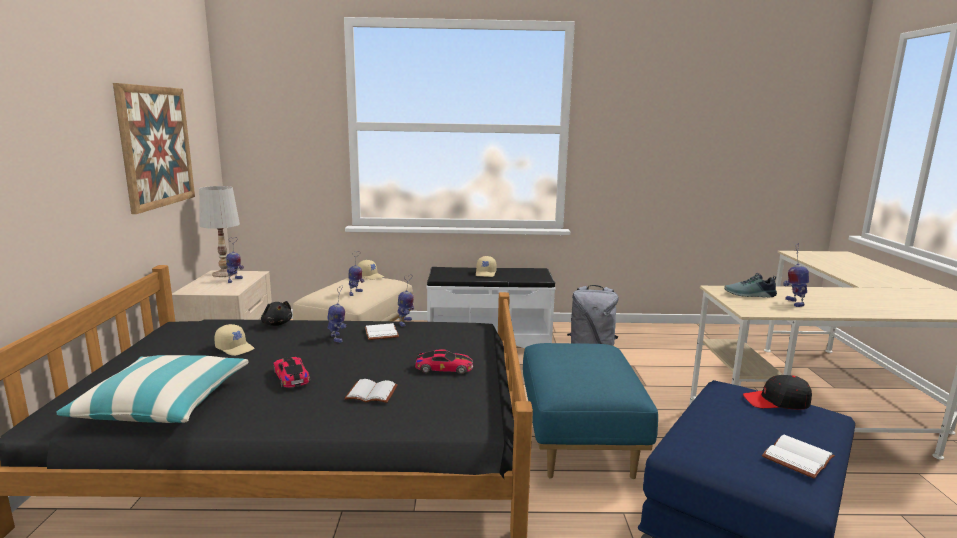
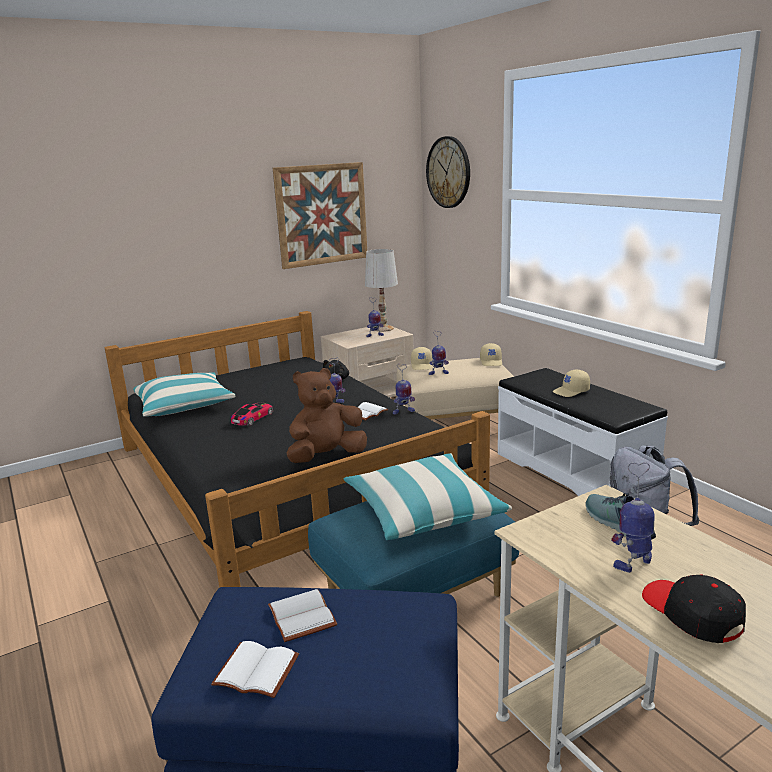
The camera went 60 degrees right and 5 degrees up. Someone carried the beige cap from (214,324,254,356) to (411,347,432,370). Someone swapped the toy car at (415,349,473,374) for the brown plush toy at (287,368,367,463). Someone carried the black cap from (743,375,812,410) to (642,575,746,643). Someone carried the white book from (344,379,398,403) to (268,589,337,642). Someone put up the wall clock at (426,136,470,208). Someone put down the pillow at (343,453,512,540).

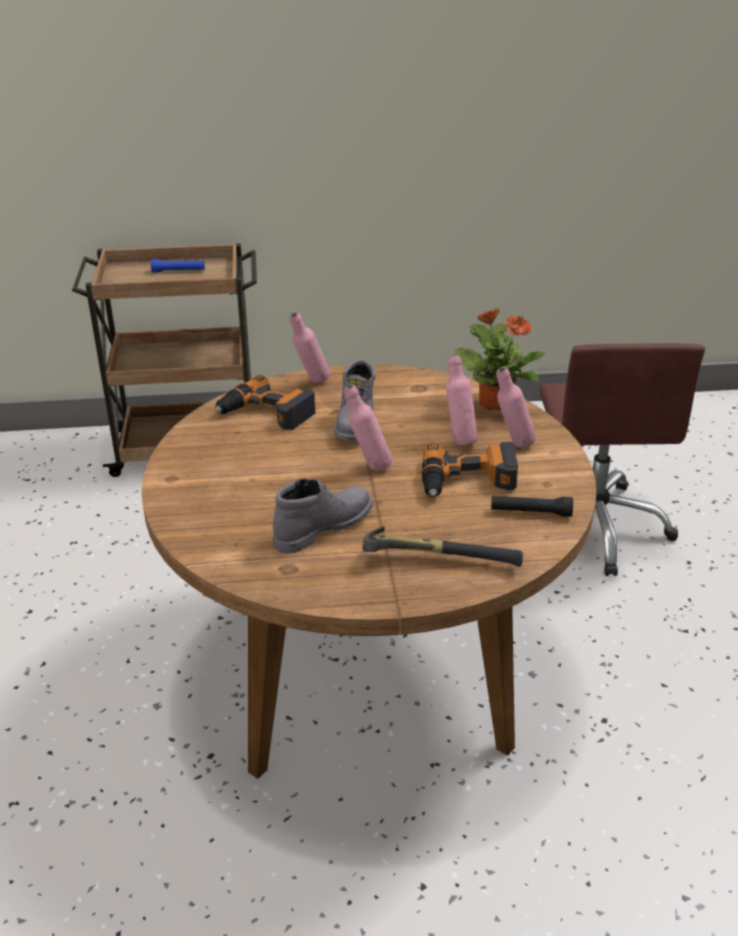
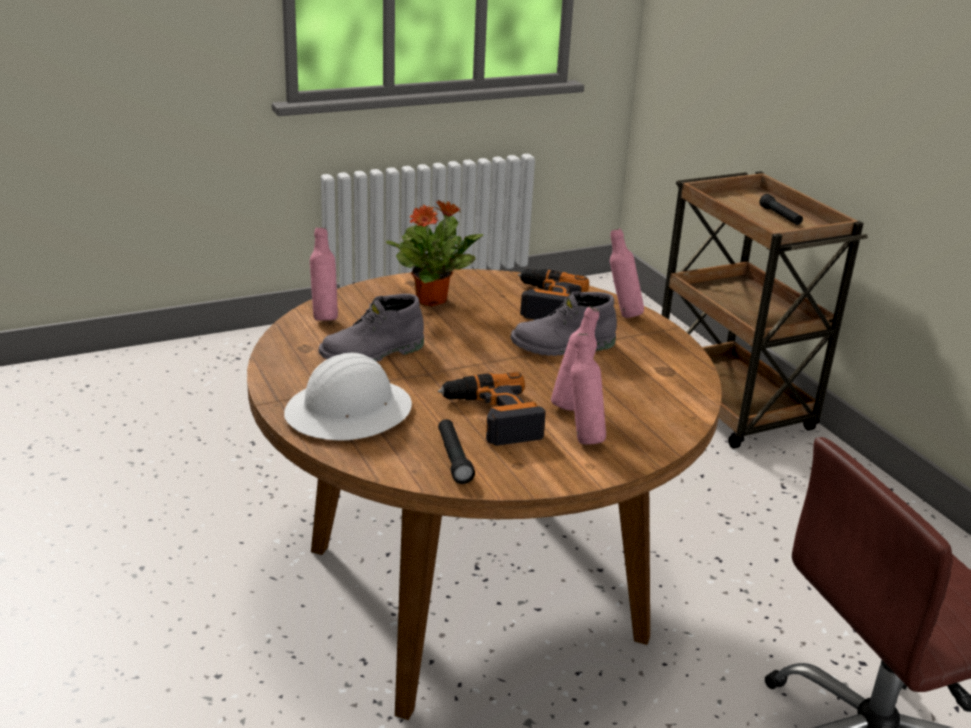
The camera went 70 degrees right and 5 degrees down. Someone repainted the blue flashlight at (151,259,205,272), which became the black flashlight at (760,194,803,225). Someone carried the potted plant from (454,308,546,410) to (386,200,483,307). Someone carried the pink bottle from (344,384,392,471) to (310,227,338,321). Someone rotated the grey boot at (273,478,373,554) by 120 degrees clockwise. Someone swapped the hammer at (362,526,523,567) for the white hard hat at (284,353,412,440).

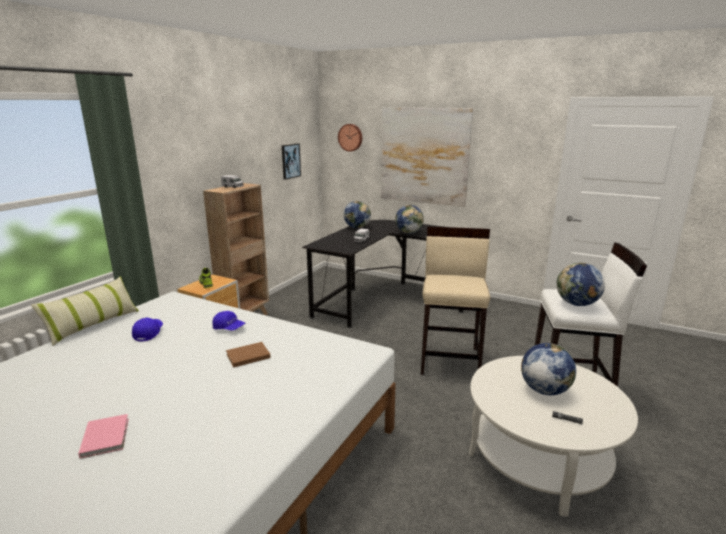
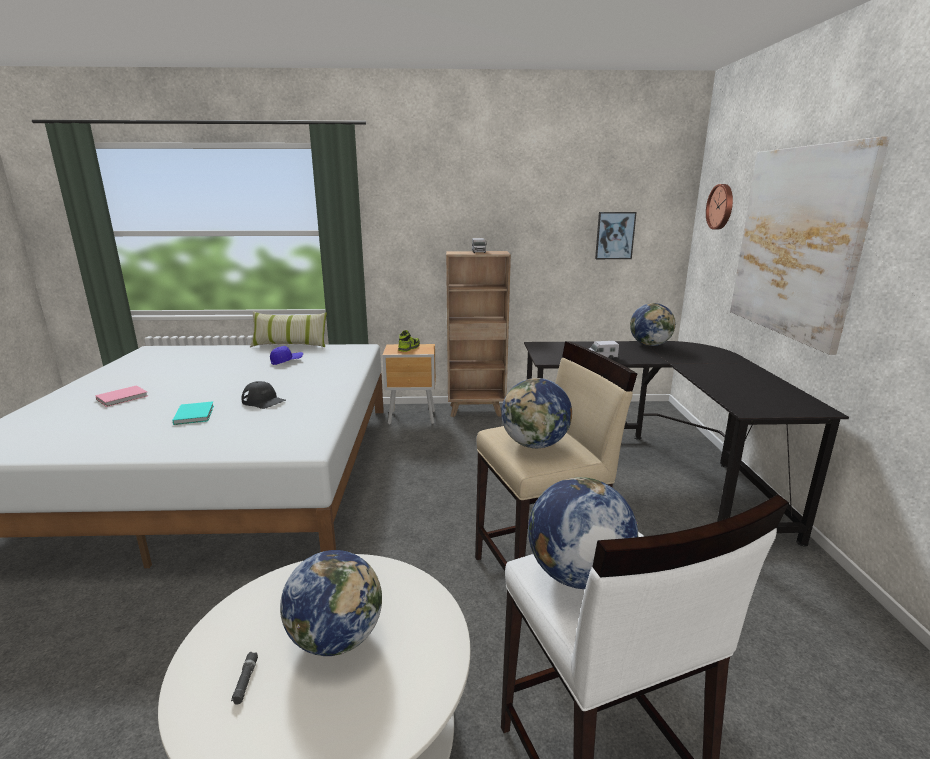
The camera went 60 degrees right and 0 degrees up. Someone carried the globe from (395,205,424,233) to (501,378,572,448). Someone took away the blue cap at (212,311,245,330). Someone swapped the brown book at (226,342,271,368) for the black cap at (242,381,286,409). Someone put down the turquoise book at (172,401,214,425).

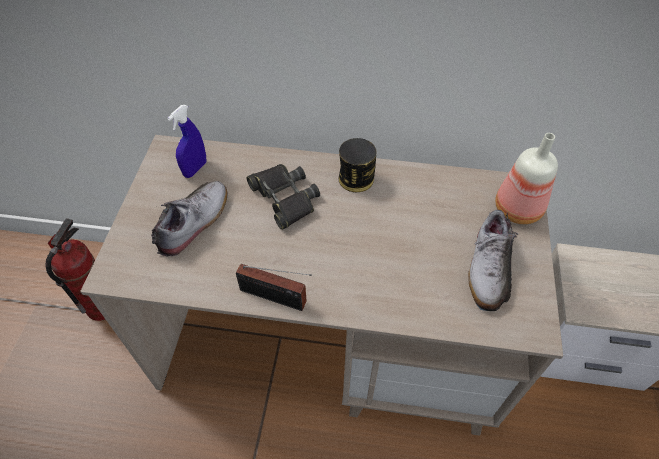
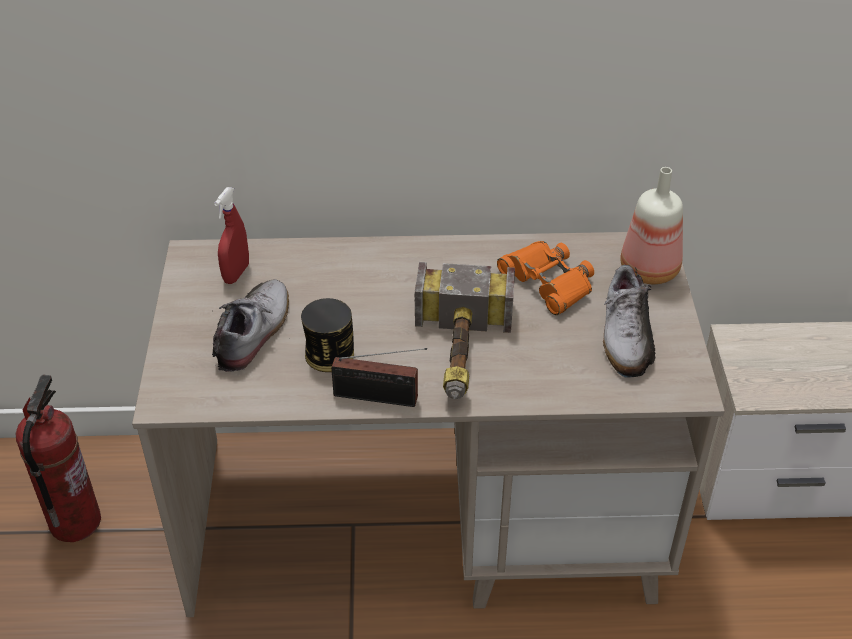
The camera went 10 degrees left and 10 degrees down. Someone repainted the blue spray bottle at (167,105,206,178), which became the red spray bottle at (214,187,249,284). Someone carried the can from (339,138,377,192) to (301,298,354,372). Someone took away the black binoculars at (247,164,320,230). Someone put down the orange binoculars at (497,241,594,315). Someone put down the hammer at (415,262,515,399).

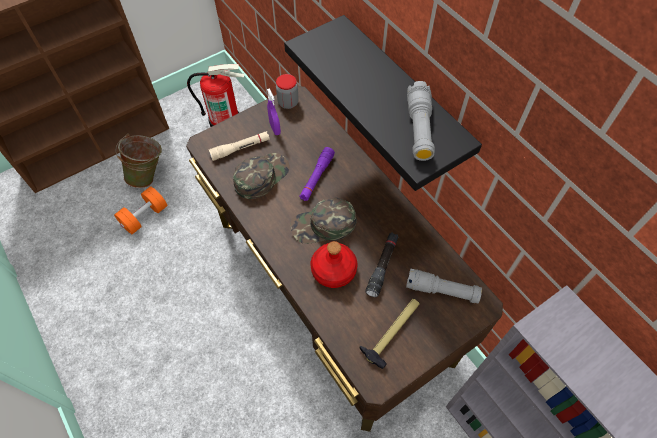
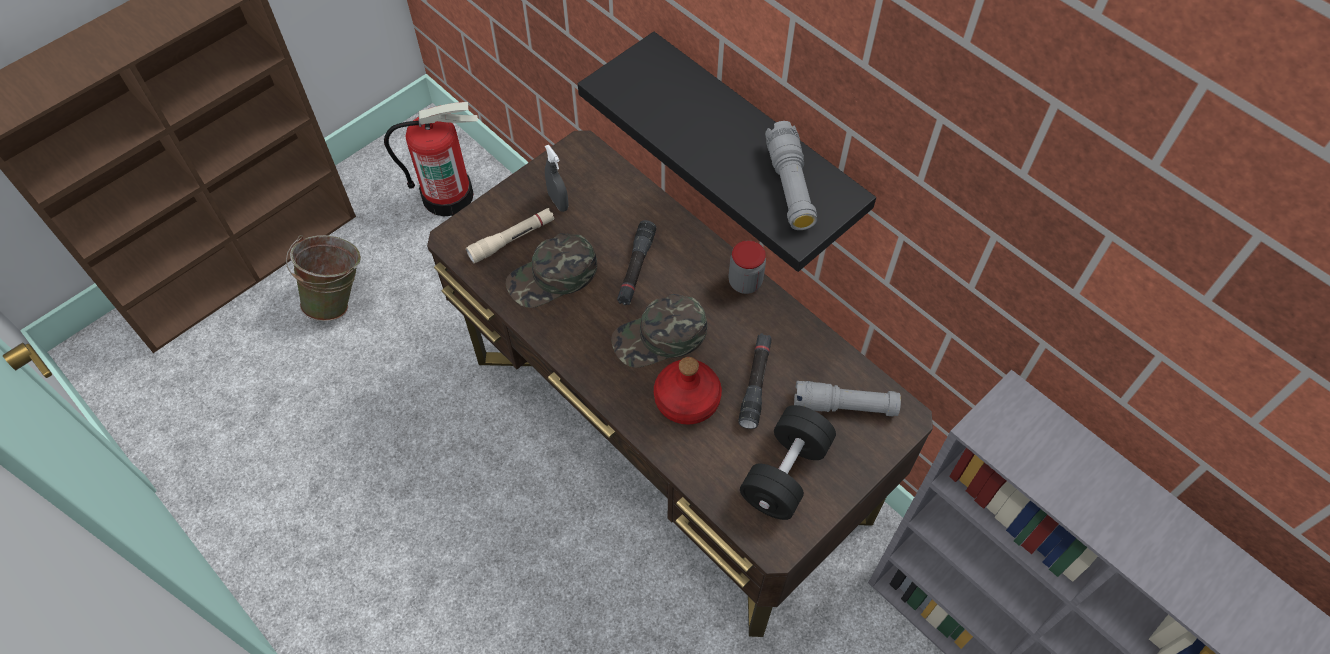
The camera went 10 degrees left and 0 degrees up. Someone carried the jar from (276,74,299,109) to (728,240,766,294). Someone repainted the purple spray bottle at (267,88,281,135), which became the grey spray bottle at (545,145,569,212). Someone repainted the purple flashlight at (299,147,335,201), which became the black flashlight at (617,220,656,305). Someone rotated the green cap at (233,153,290,199) by 150 degrees counterclockwise. Someone took away the orange dumbbell at (114,186,167,234). Someone swapped the hammer at (359,299,420,369) for the black dumbbell at (740,405,836,520).

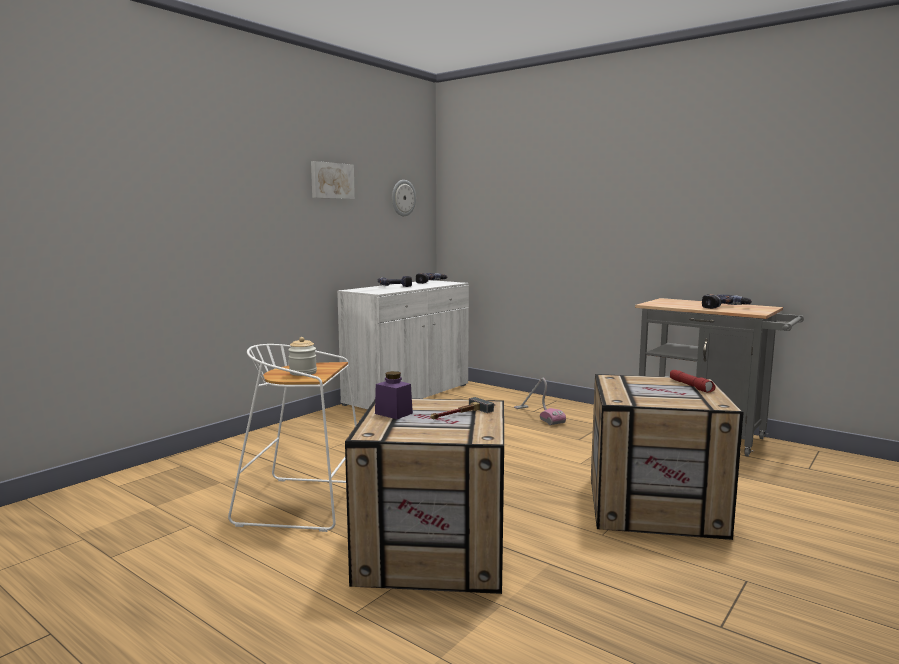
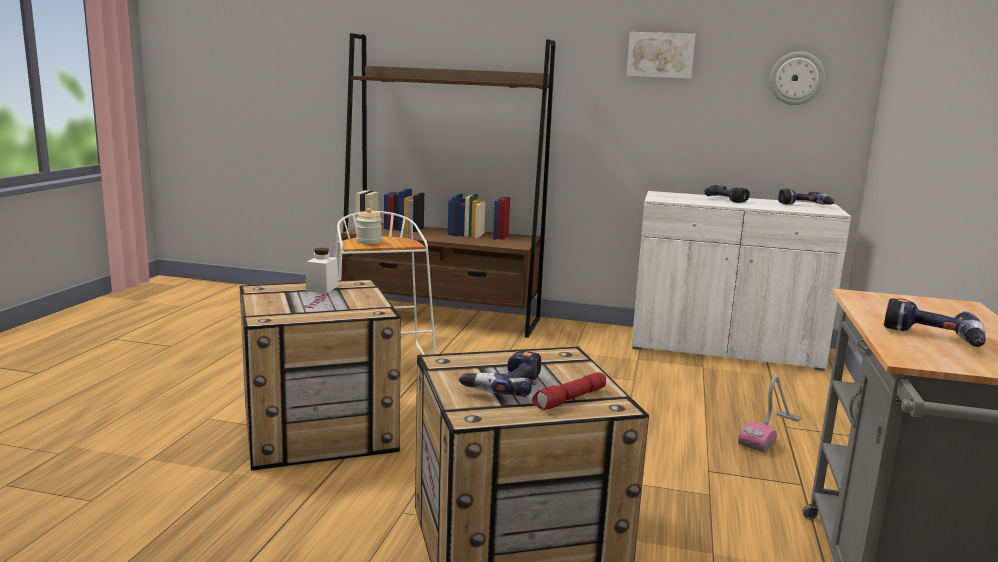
The camera went 65 degrees right and 5 degrees up. Someone repainted the purple jar at (375,371,413,419), which became the white jar at (306,248,339,293). Someone took away the hammer at (430,397,494,419). Someone put down the brown bookcase at (341,33,556,338). Someone put down the power drill at (459,351,541,396).

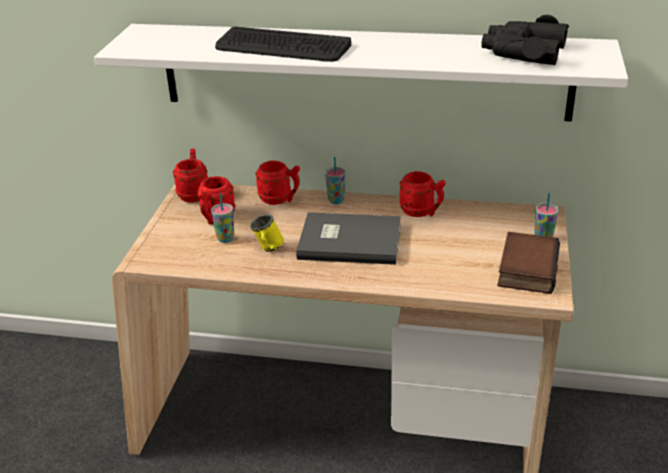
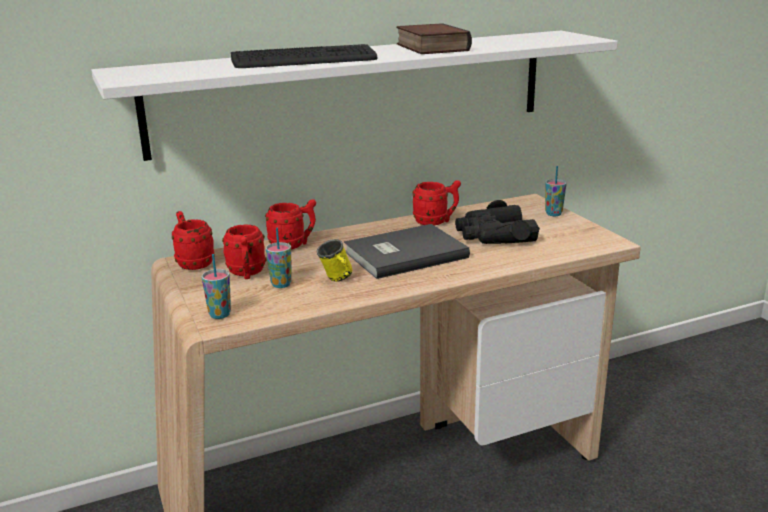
The camera went 35 degrees left and 10 degrees down. Someone carried the black binoculars from (481,15,569,65) to (455,200,540,244). Someone carried the cup from (325,157,346,204) to (201,254,231,319). Someone carried the book from (497,232,560,294) to (397,23,472,54).

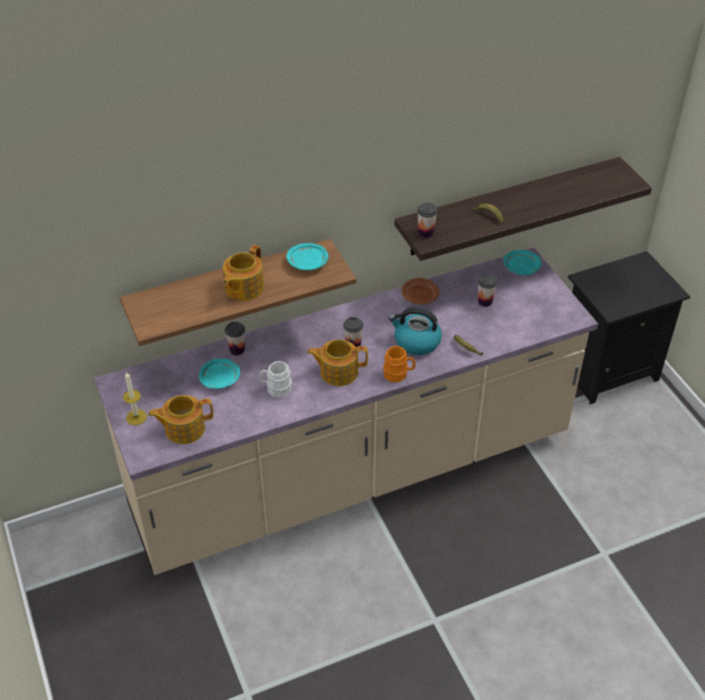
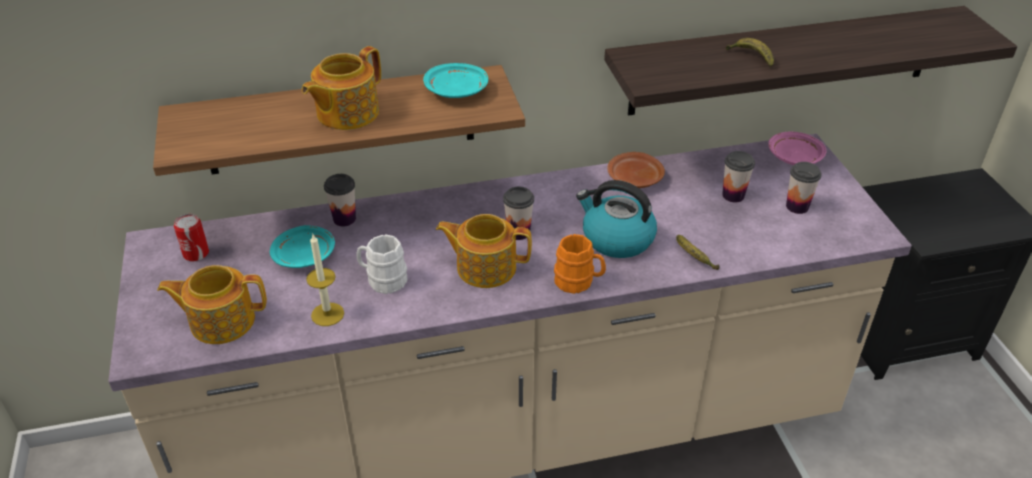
The camera went 10 degrees right and 5 degrees down. Someone carried the cup from (417,203,438,238) to (786,162,822,214). Someone repainted the turquoise plate at (503,250,541,275), which became the pink plate at (768,132,827,165). Someone carried the candle from (123,372,147,425) to (306,234,344,326). Someone put down the can at (174,214,209,261).

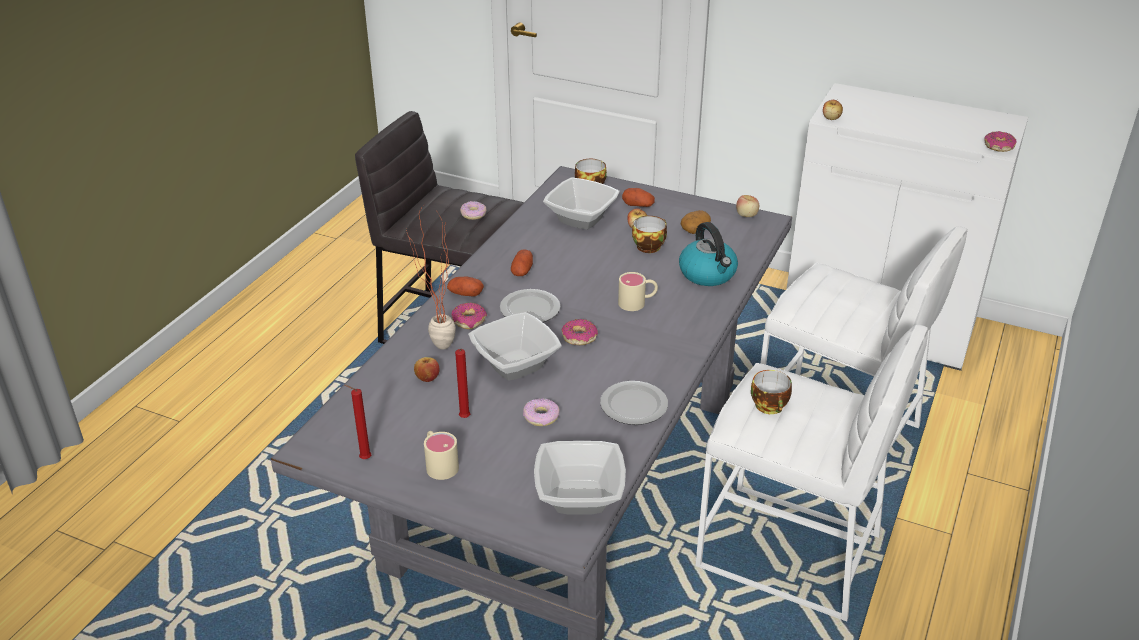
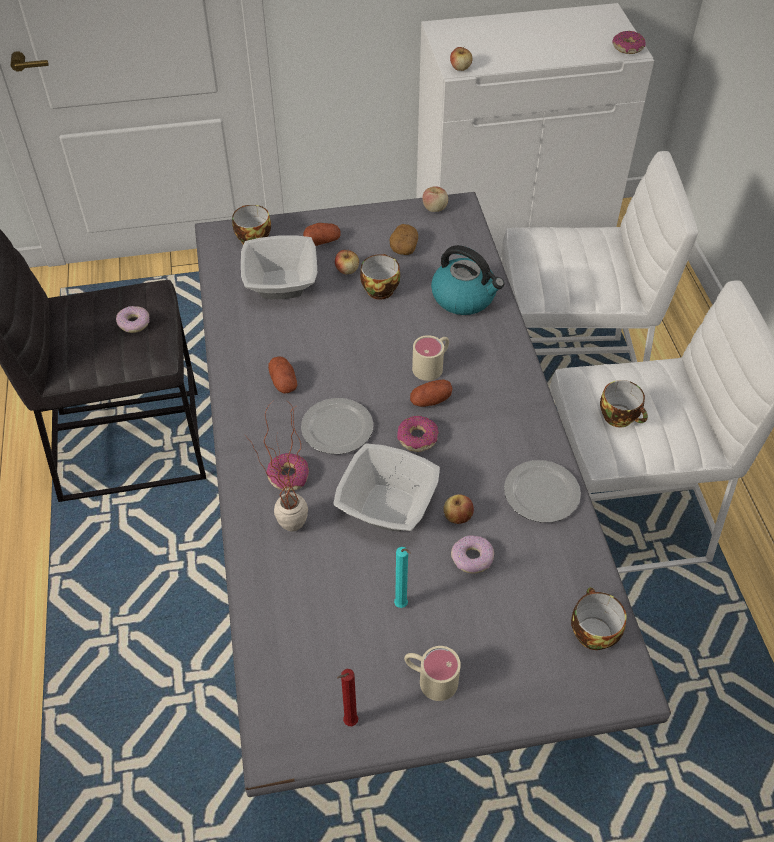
The camera went 35 degrees left and 15 degrees up. Someone carried the potato from (447,277,484,297) to (410,379,453,407). Someone repainted the red candle at (455,348,470,418), which became the turquoise candle at (394,547,411,608). Someone carried the apple from (414,357,439,382) to (443,494,474,524). Someone swapped the bowl at (534,441,626,514) for the cup at (571,587,627,650).

